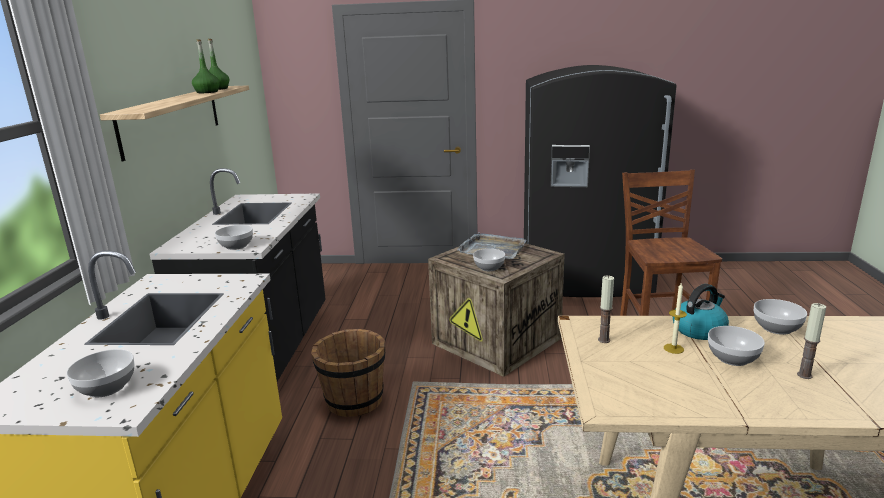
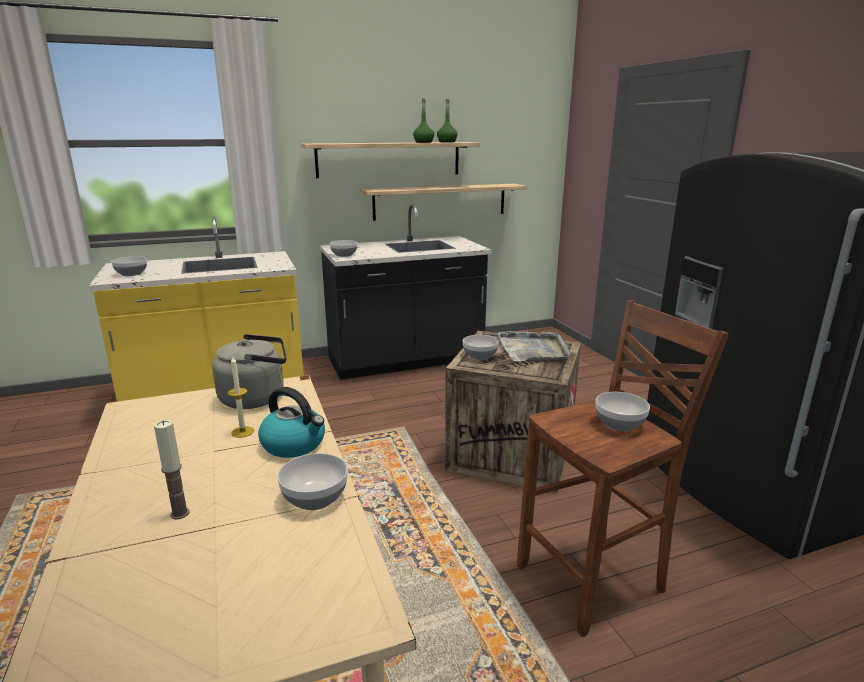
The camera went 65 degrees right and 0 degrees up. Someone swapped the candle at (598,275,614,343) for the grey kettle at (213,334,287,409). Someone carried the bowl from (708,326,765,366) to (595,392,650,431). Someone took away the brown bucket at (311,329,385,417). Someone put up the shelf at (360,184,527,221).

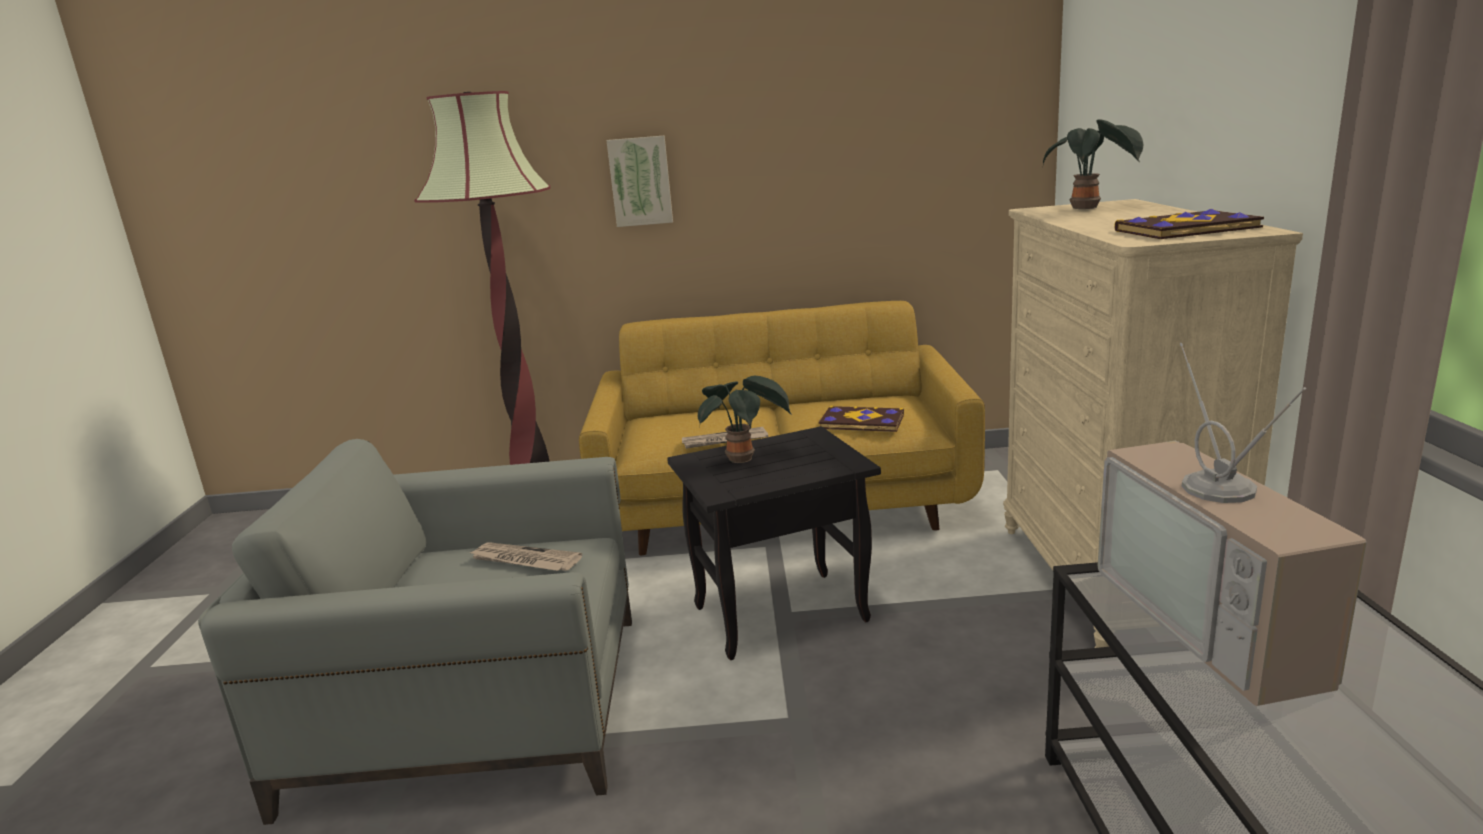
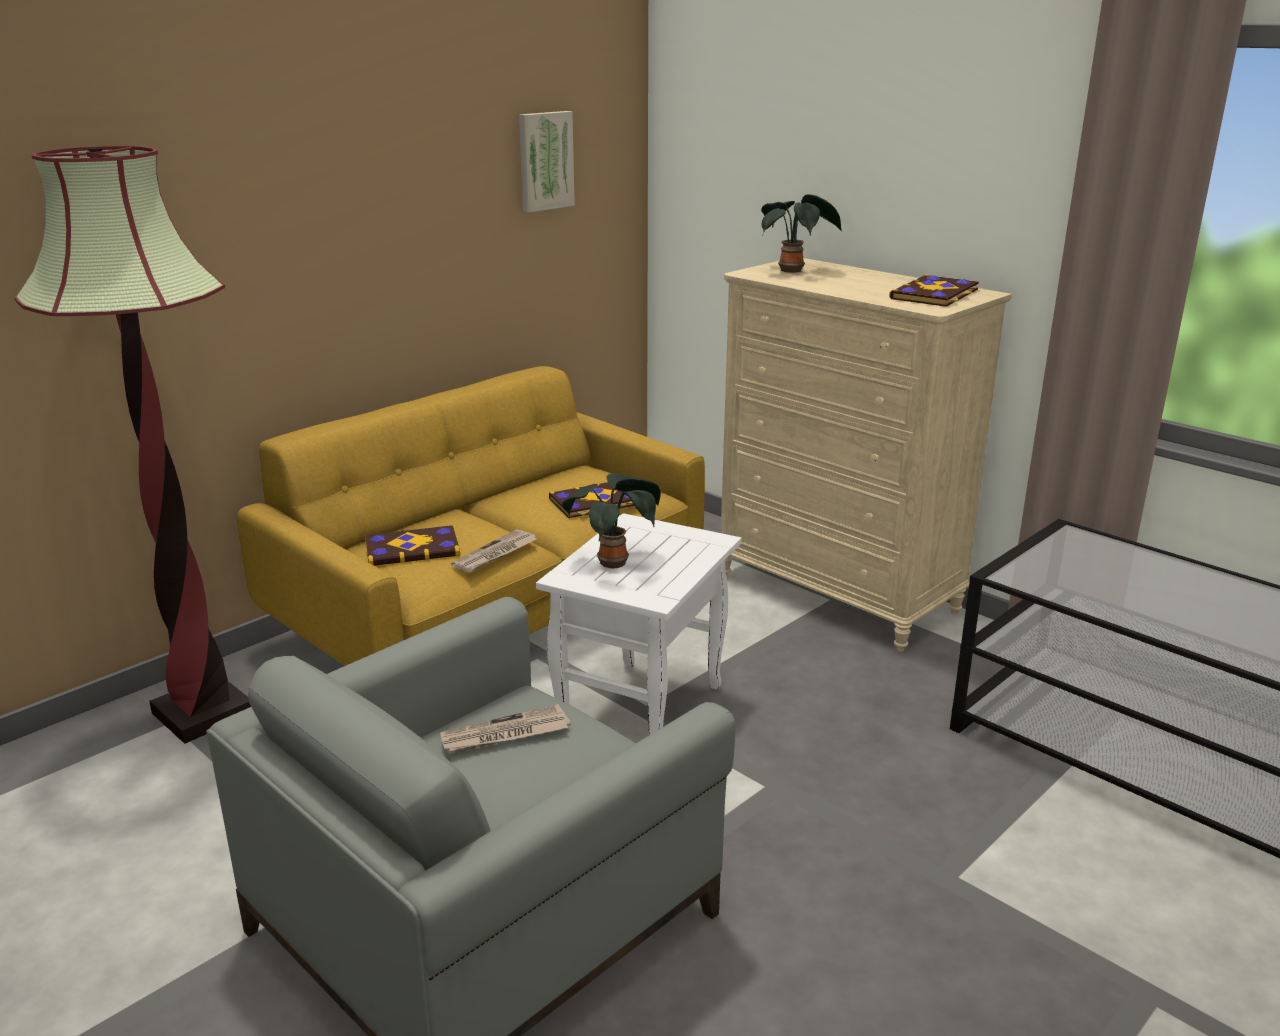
The camera went 45 degrees left and 5 degrees up. Someone carried the picture from (606,135,673,227) to (519,111,575,213). Someone took away the television at (1098,343,1367,706). Someone repainted the black side table at (667,426,881,660), which became the white side table at (536,513,741,735). Someone put down the book at (365,525,460,566).

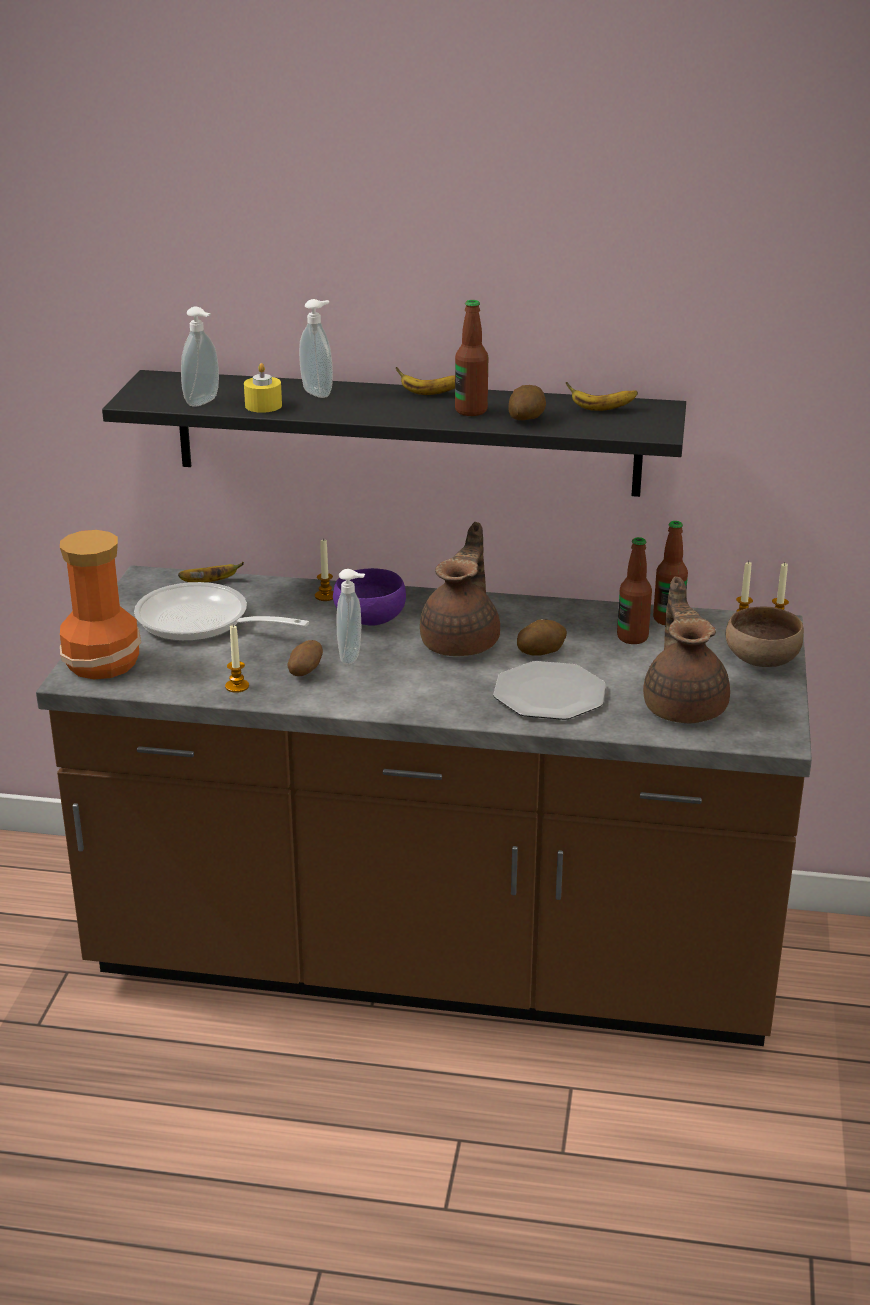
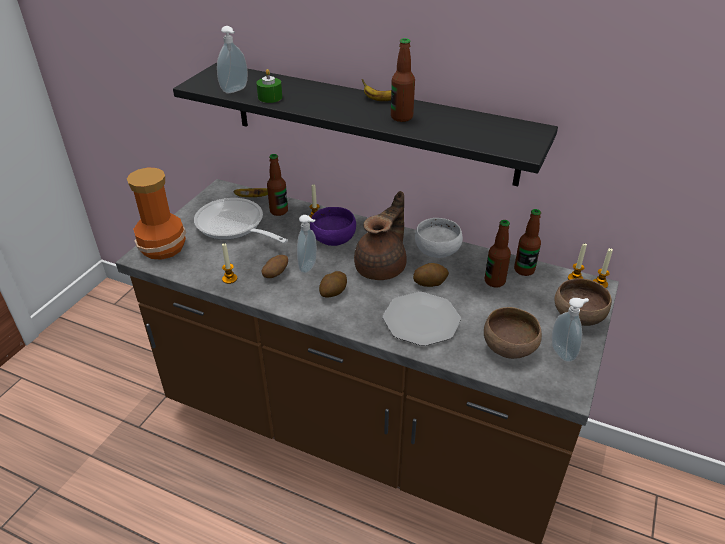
The camera went 15 degrees right and 10 degrees up. Someone carried the soap dispenser from (299,299,333,398) to (552,298,589,362). Someone repainted the yellow candle at (244,363,282,413), which became the green candle at (256,69,282,103). Someone took away the banana at (566,382,638,411). Someone carried the potato from (508,385,546,420) to (319,271,347,297). Someone swapped the brown teapot at (643,577,730,723) for the brown bowl at (484,307,542,359). Someone put down the bottle at (267,154,288,216). Someone put down the white bowl at (415,218,463,258).

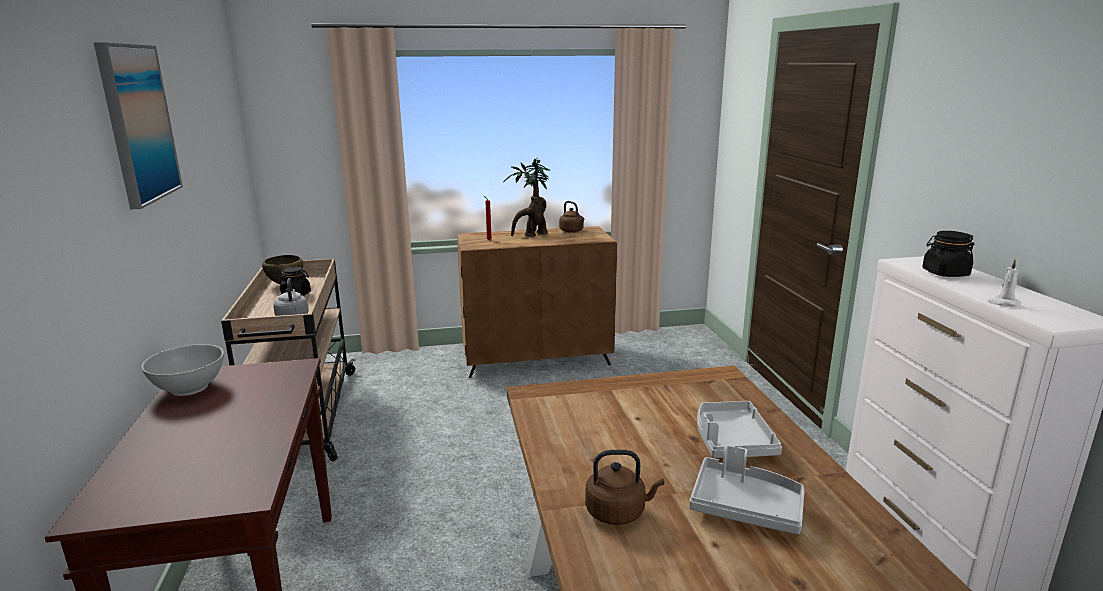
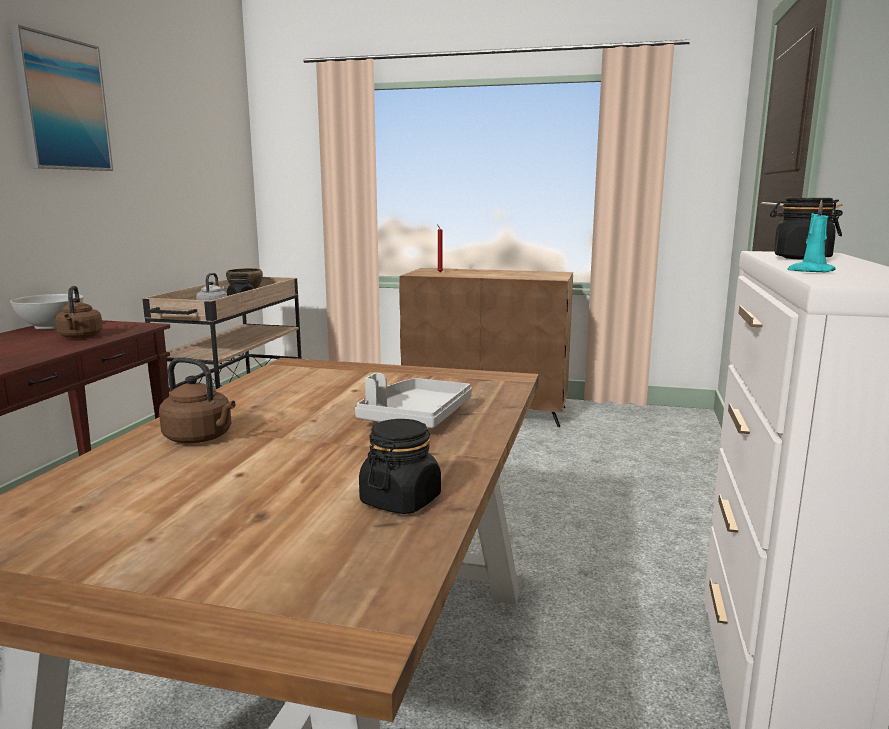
The camera went 25 degrees right and 5 degrees down. Someone took away the potted plant at (504,158,550,237). Someone carried the brown kettle from (559,201,584,233) to (55,286,103,339). Someone repainted the white candle at (987,260,1021,306), which became the turquoise candle at (787,199,836,272). Someone took away the grey tray at (689,445,805,535). Someone put down the black jar at (359,419,441,514).

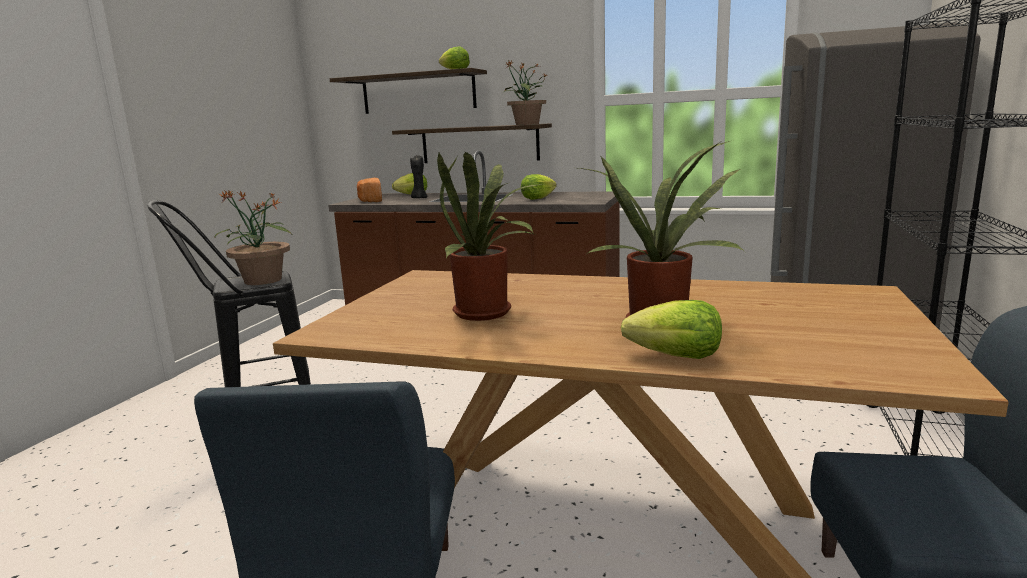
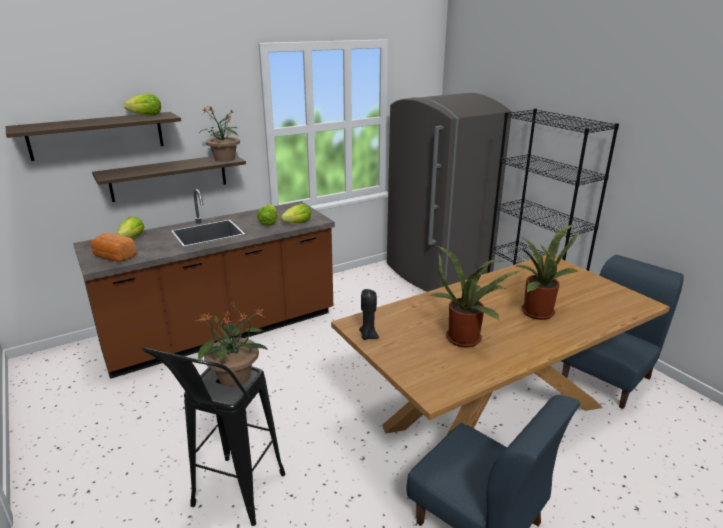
The camera went 50 degrees left and 10 degrees up. Someone carried the black candle from (410,155,427,198) to (359,289,379,340). Someone carried the lettuce from (621,300,722,359) to (280,204,311,223).

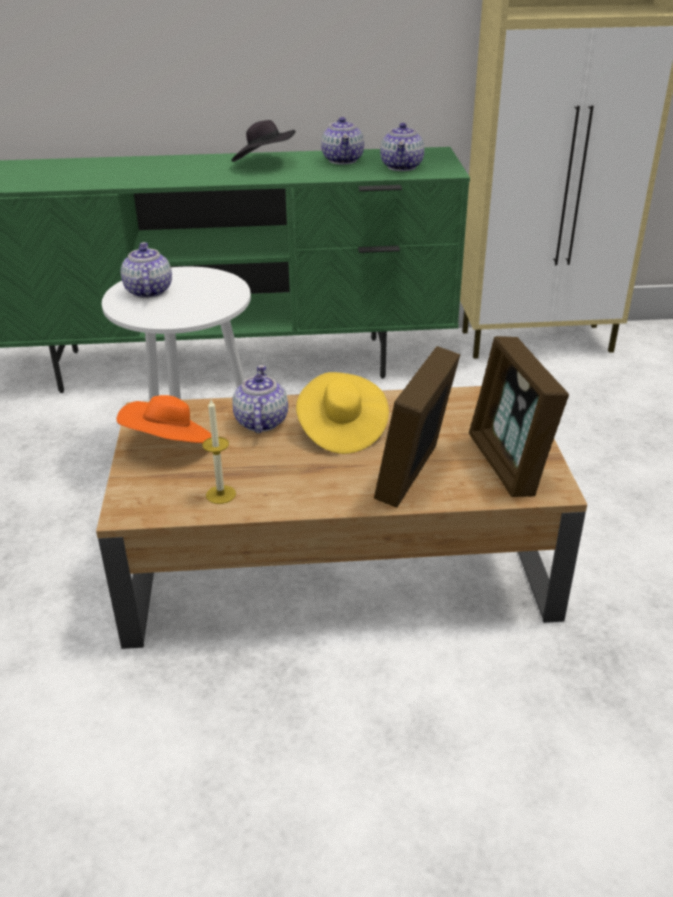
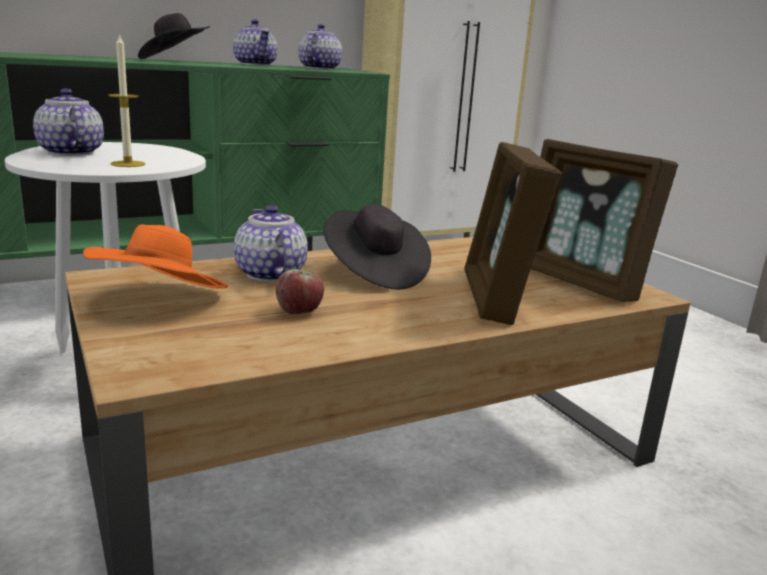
The camera went 25 degrees left and 15 degrees down. Someone rotated the teapot at (380,123,424,171) by 150 degrees counterclockwise. Someone repainted the yellow hat at (296,372,389,454), which became the black hat at (323,204,431,290). Someone carried the candle from (202,399,236,504) to (108,33,145,167). Someone put down the apple at (276,269,324,314).

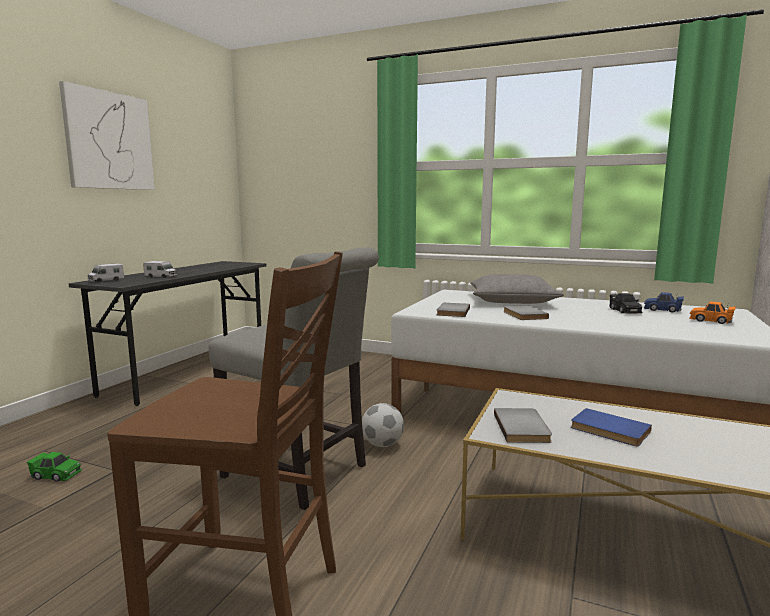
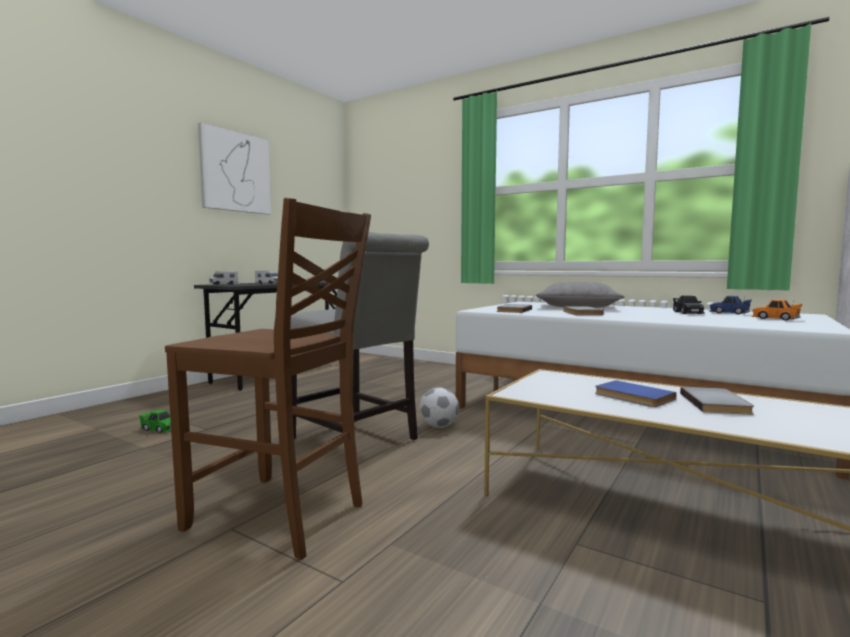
The camera went 10 degrees right and 5 degrees down. Someone carried the grey book from (494,408,552,443) to (680,387,754,415).

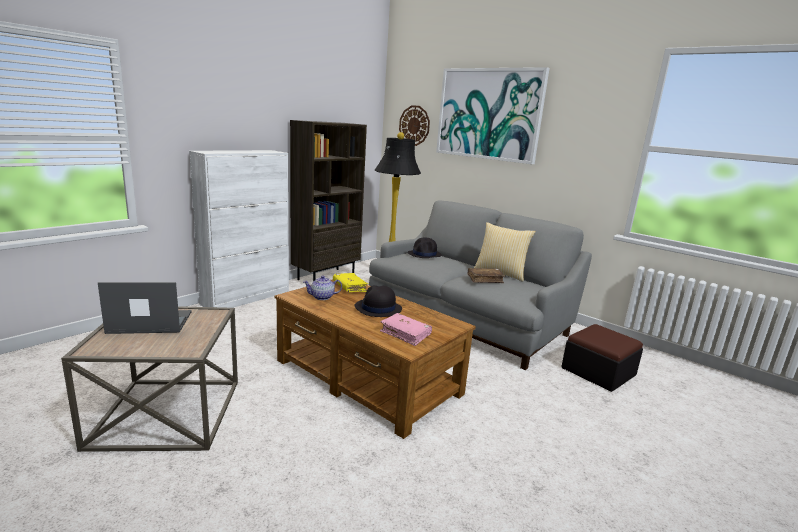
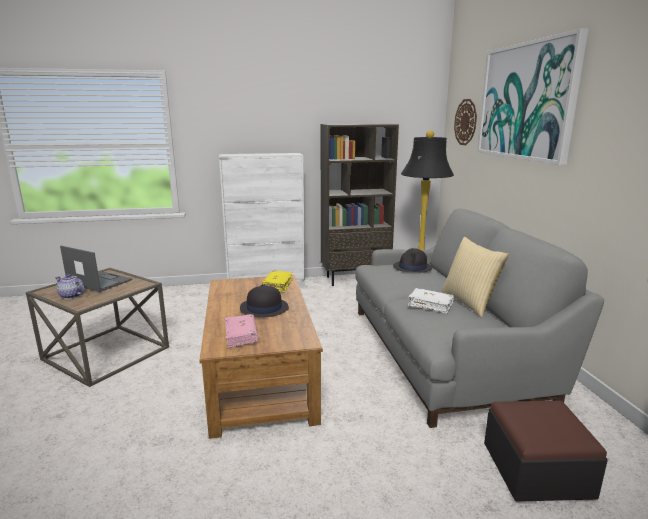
The camera went 40 degrees right and 0 degrees up. Someone repainted the brown book at (467,268,505,283), which became the white book at (408,288,454,314). Someone carried the teapot from (303,276,342,300) to (55,274,85,299).

